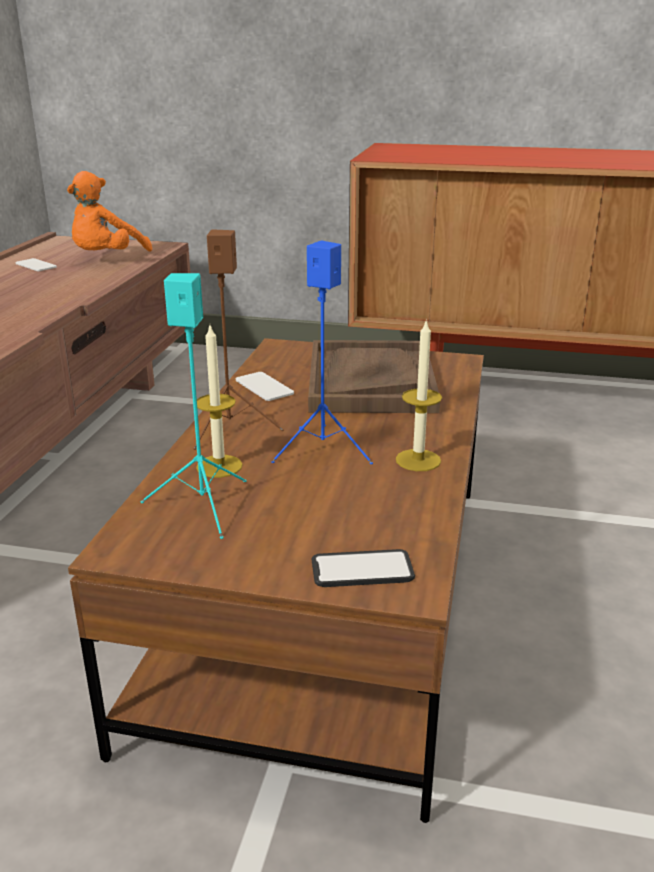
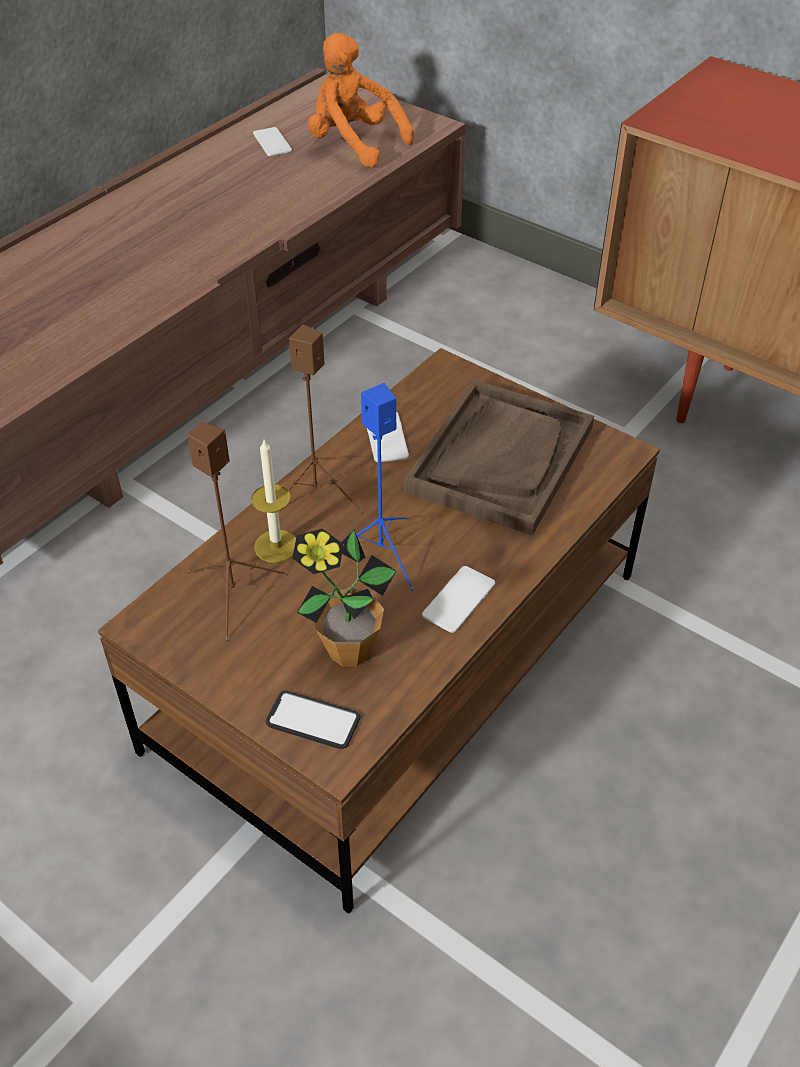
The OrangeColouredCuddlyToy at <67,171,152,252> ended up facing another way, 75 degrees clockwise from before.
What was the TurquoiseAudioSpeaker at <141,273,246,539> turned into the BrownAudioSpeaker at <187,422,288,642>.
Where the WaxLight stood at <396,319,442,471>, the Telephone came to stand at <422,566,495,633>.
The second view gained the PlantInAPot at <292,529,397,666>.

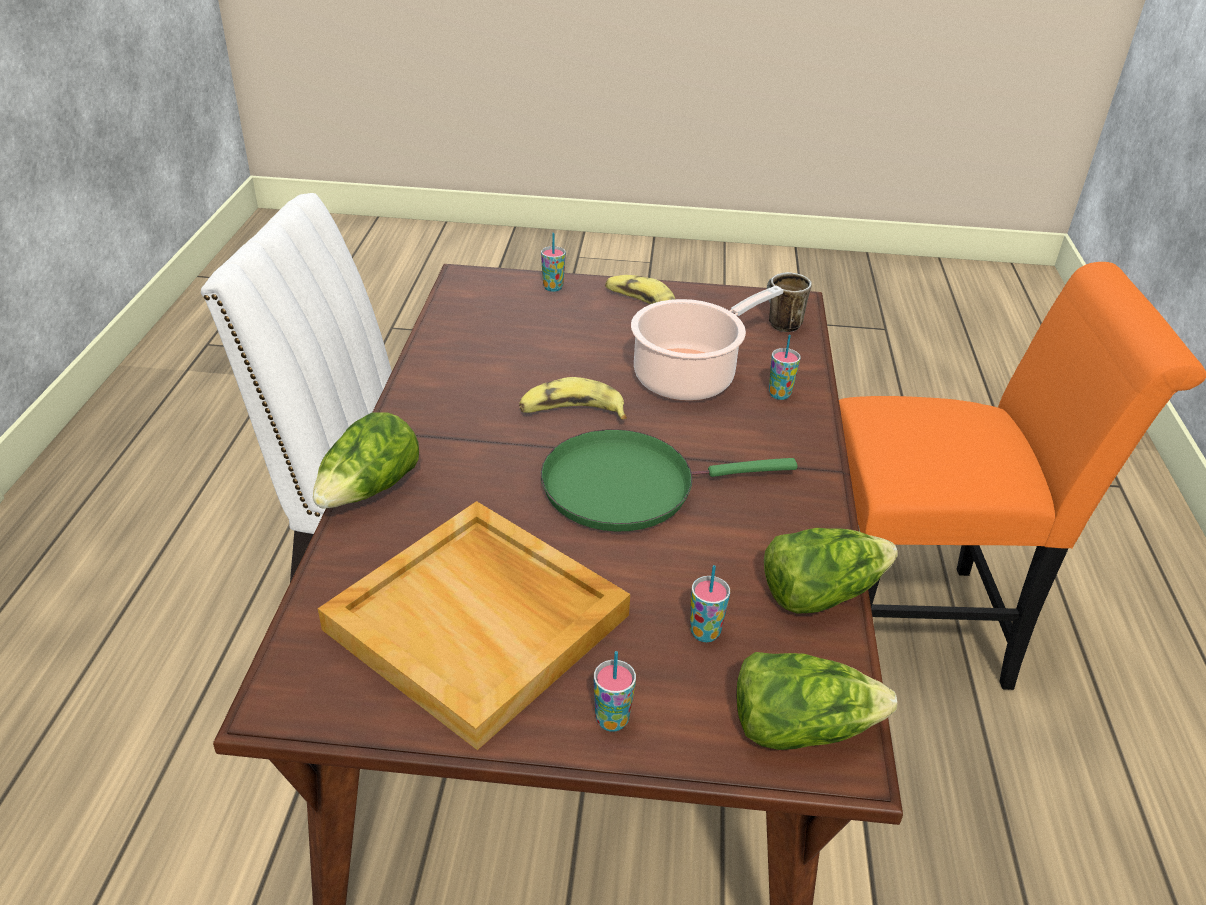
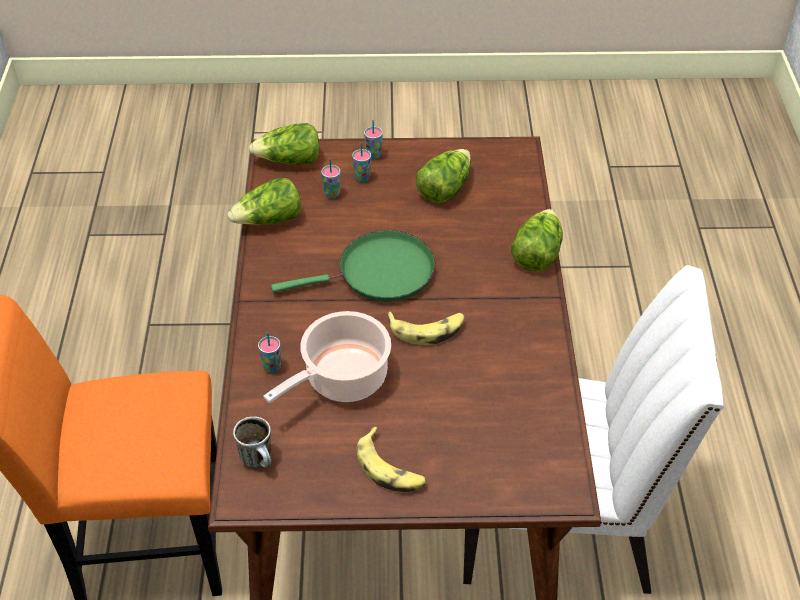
The Cup ended up elsewhere, having gone from <541,233,566,292> to <352,143,371,183>.
Where the BeigeCarryingTray stood at <318,501,630,750>, the Lettuce came to stand at <416,149,471,203>.

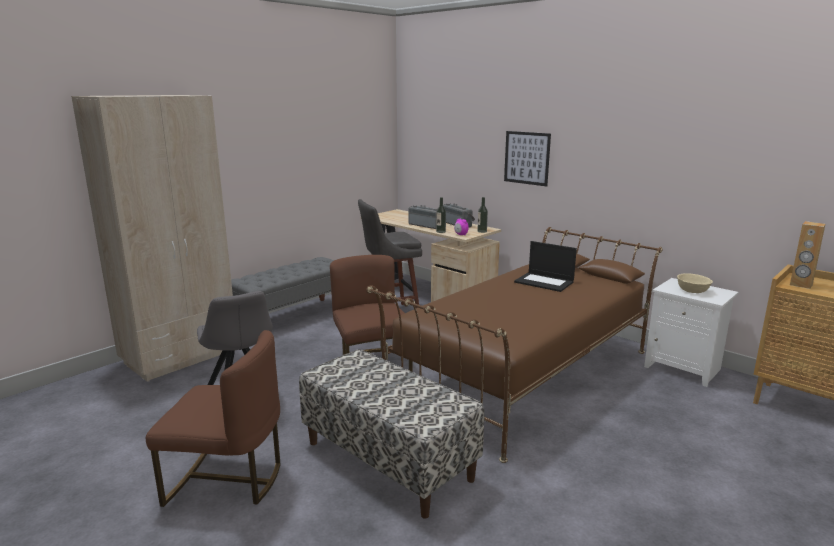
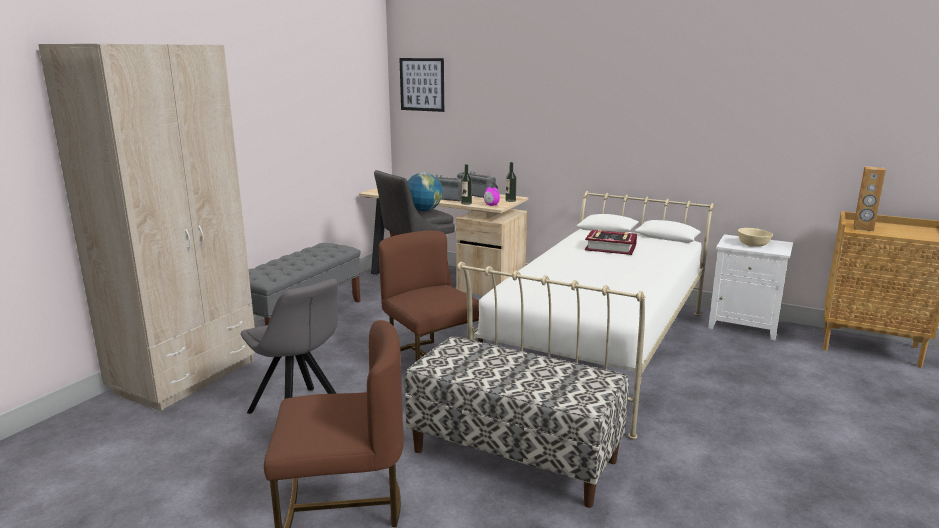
The WallArt ended up elsewhere, having gone from <504,131,551,187> to <399,58,444,112>.
What was the BrownSleepingBed at <366,227,663,463> turned into the WhiteColouredSleepingBed at <457,191,714,440>.
Where the Laptop stood at <514,241,577,292>, the Book came to stand at <585,230,637,255>.
The second view gained the WorldGlobe at <407,173,443,211>.

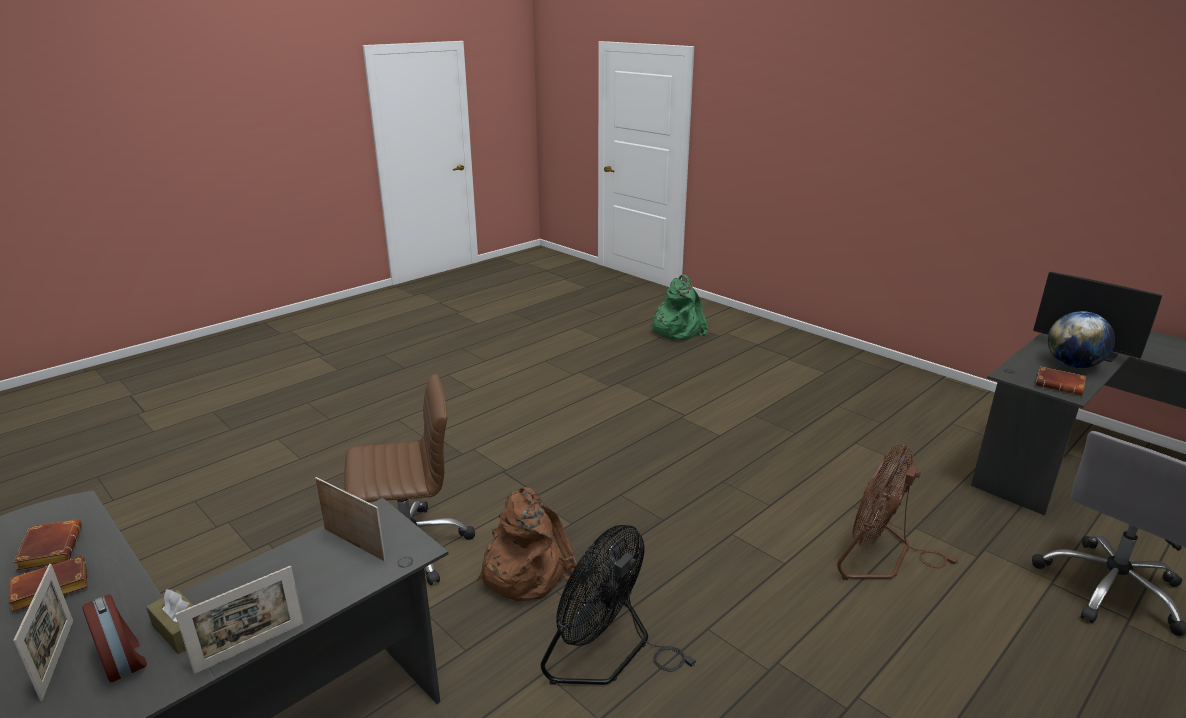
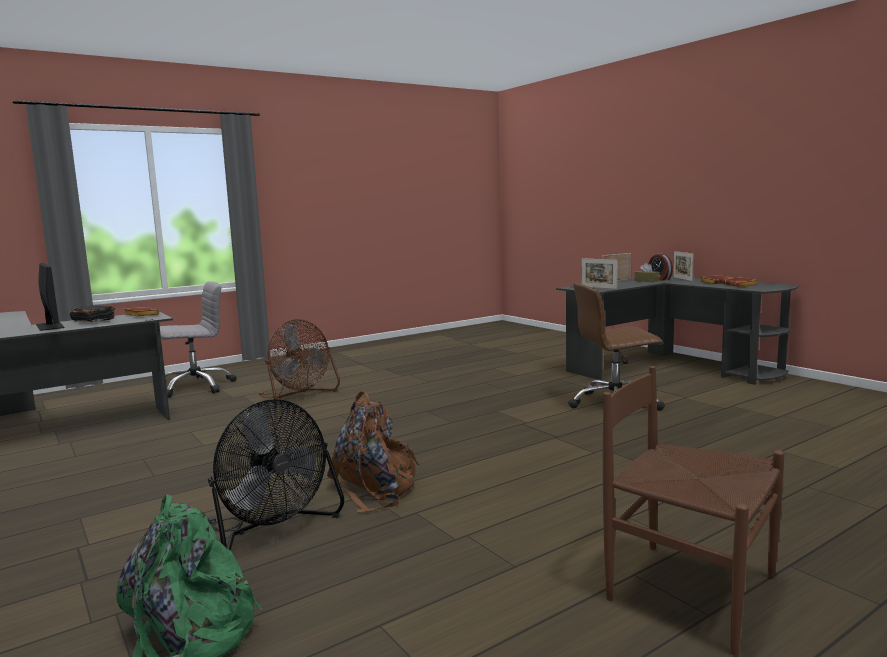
Where the WorldGlobe stood at <1048,311,1115,368>, the BlackColouredBook came to stand at <70,305,115,322>.
The BrownKnapsack ended up elsewhere, having gone from <477,487,577,601> to <327,391,420,513>.
The BlackColouredFan ended up elsewhere, having gone from <541,525,696,685> to <208,400,344,551>.
The second view gained the BrownChair at <603,366,784,655>.

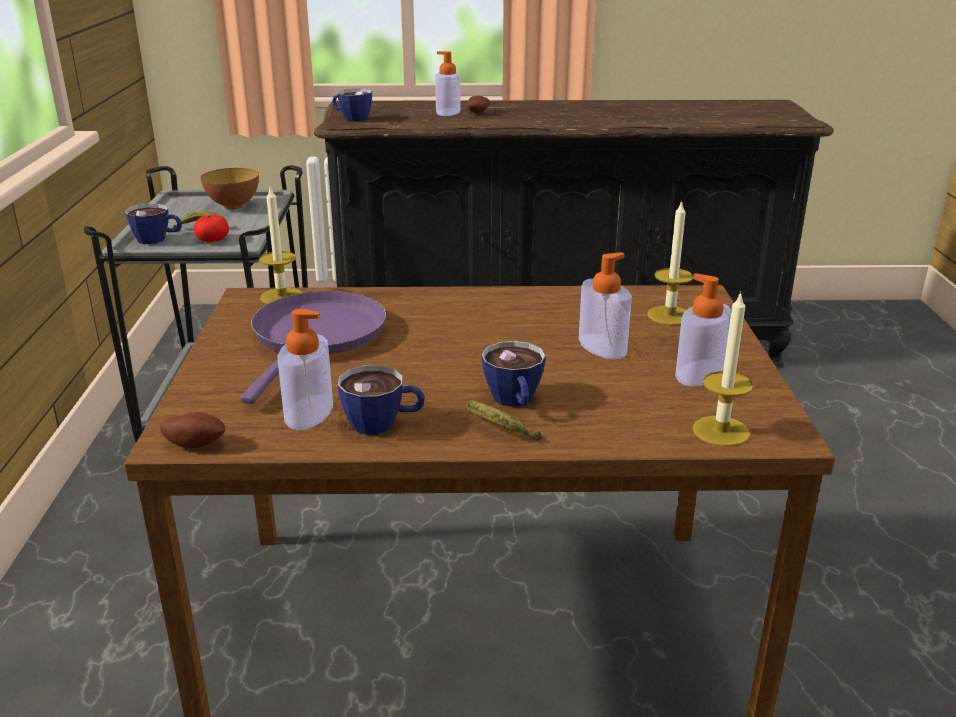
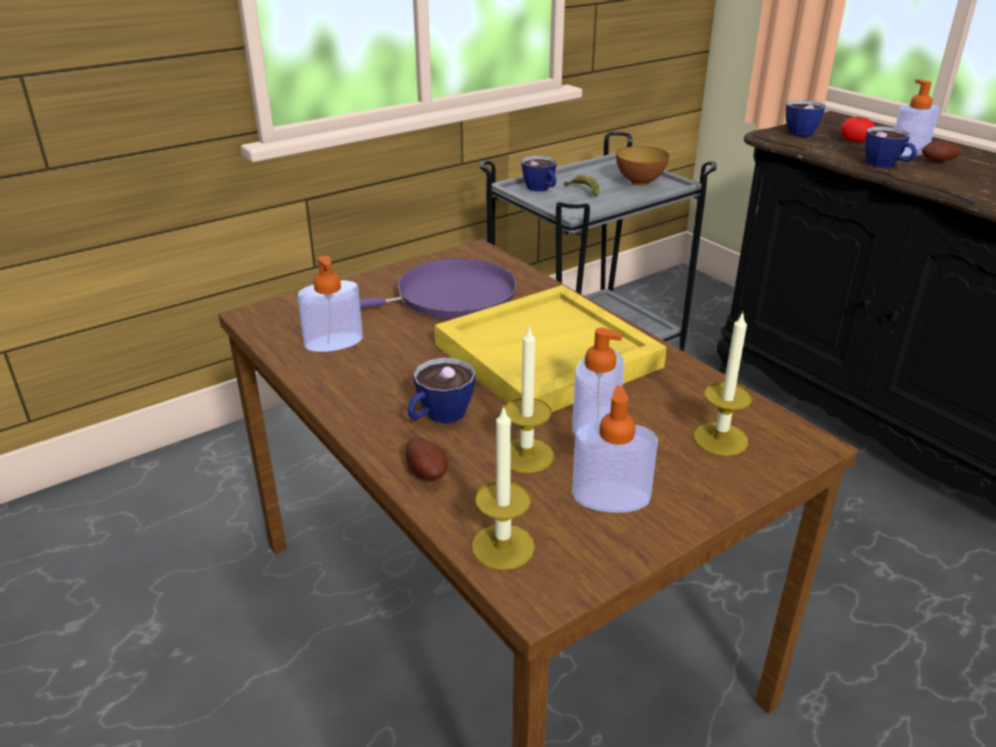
The WaxLight ended up elsewhere, having gone from <259,187,302,304> to <504,325,554,473>.
The FreshTomato ended up elsewhere, having gone from <194,215,229,242> to <841,116,875,142>.
The Cup ended up elsewhere, having gone from <338,365,425,435> to <865,126,917,168>.
The second view lost the Banana at <466,400,541,440>.
The Potato ended up elsewhere, having gone from <160,412,225,448> to <405,437,448,480>.
The second view gained the YellowColouredCarryingTray at <434,285,667,412>.

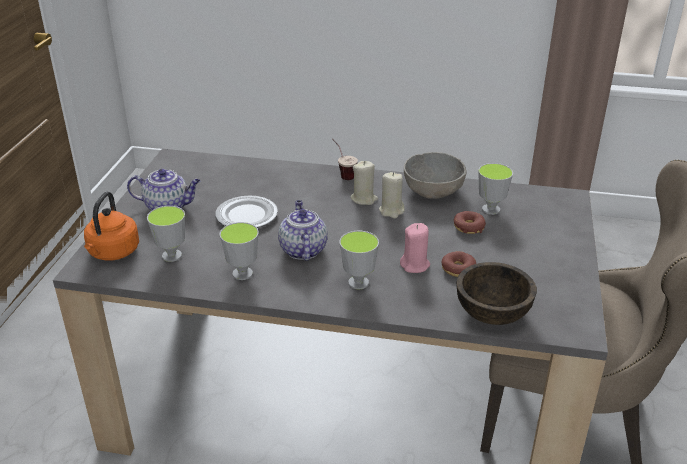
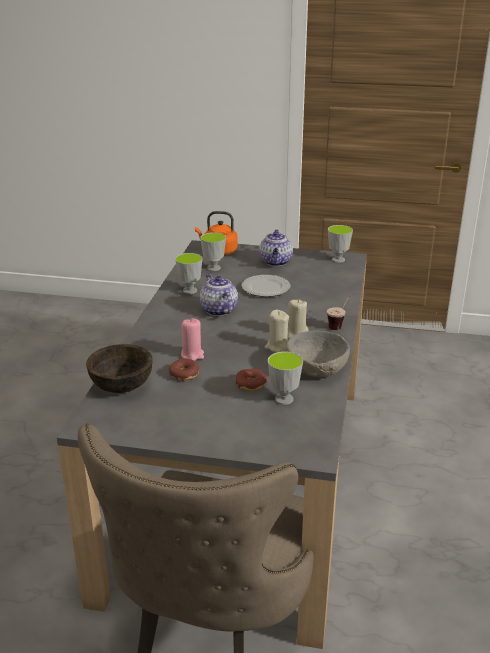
The PotForTea at <278,200,328,261> ended up facing another way, 105 degrees counterclockwise from before.
The Cup ended up elsewhere, having gone from <340,231,379,289> to <328,225,353,263>.

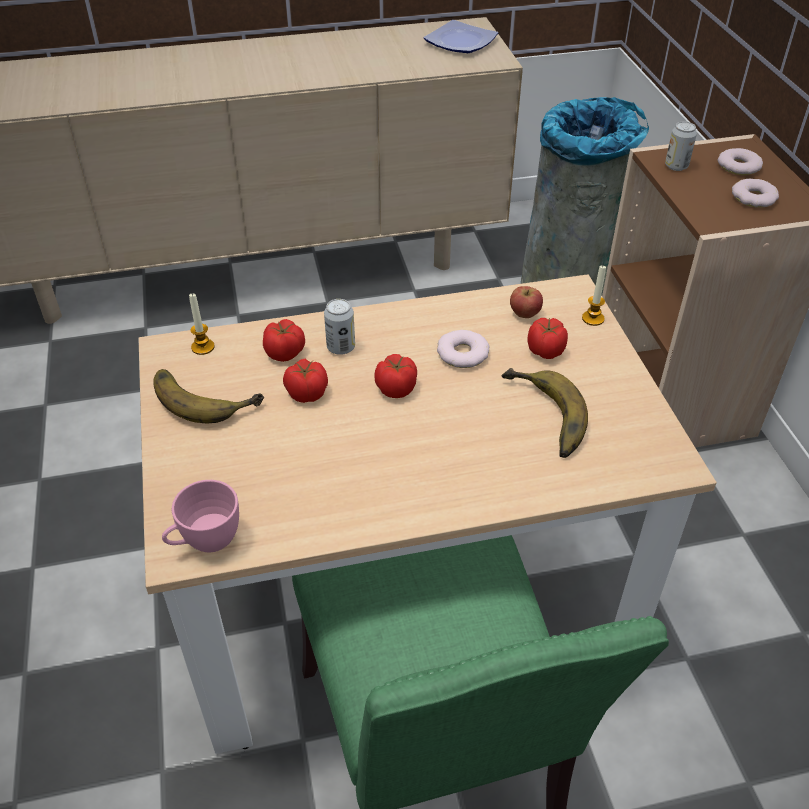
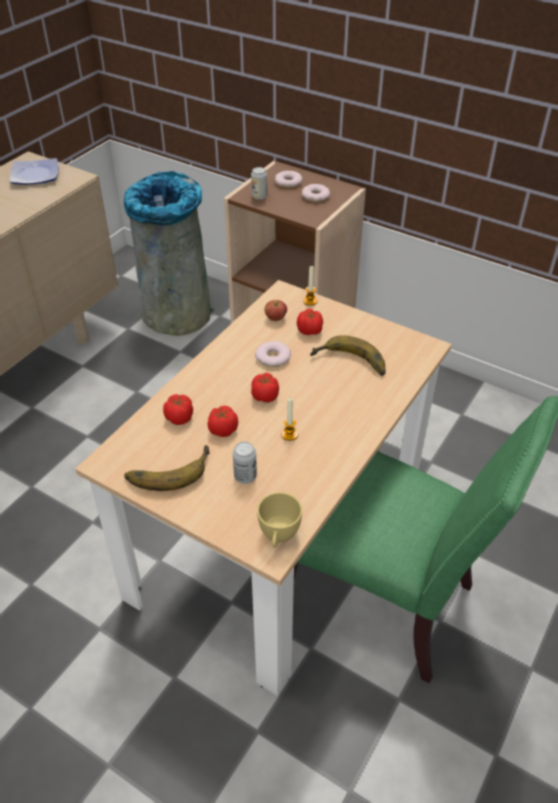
The WaxLight ended up elsewhere, having gone from <189,293,215,355> to <281,398,298,441>.
The SealedCan ended up elsewhere, having gone from <324,299,355,355> to <233,442,257,484>.
What was the PinkColouredCup at <162,480,239,552> turned into the YellowColouredCup at <257,492,302,548>.

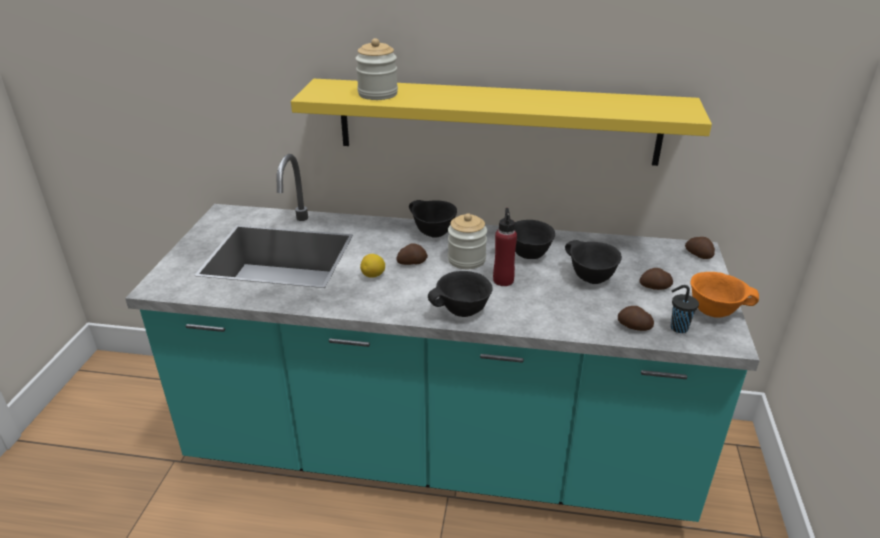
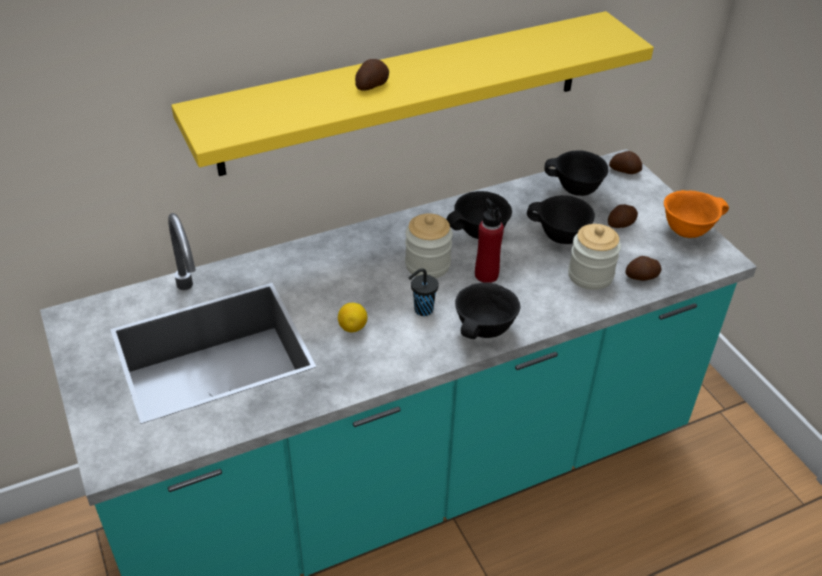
The StorageJar ended up elsewhere, having gone from <355,38,398,100> to <568,224,621,290>.
The BlackColouredServingBowl ended up elsewhere, having gone from <409,200,457,238> to <544,150,608,196>.
The Potato ended up elsewhere, having gone from <397,243,428,265> to <355,59,389,90>.
The BlackColouredCup ended up elsewhere, having gone from <670,285,699,333> to <409,268,439,316>.

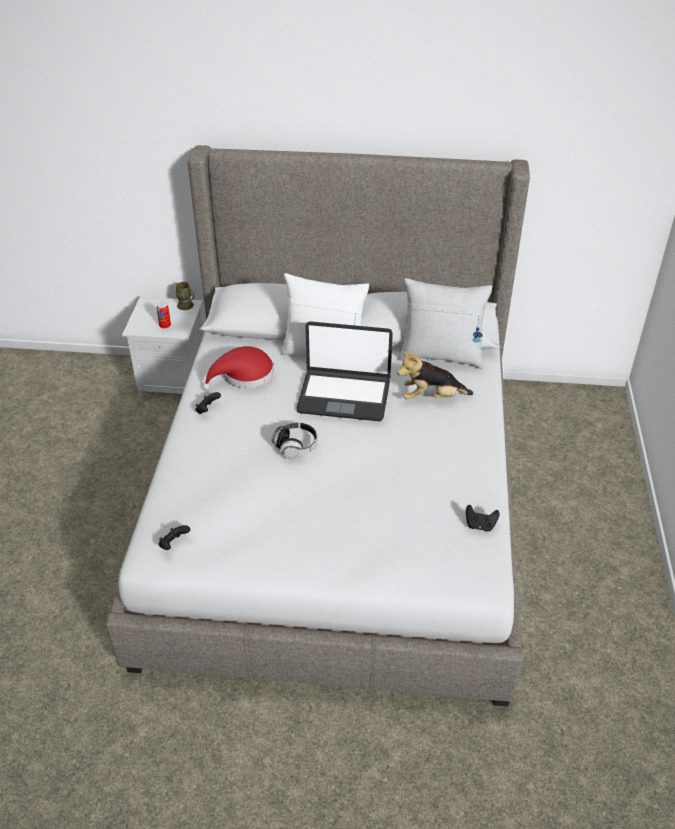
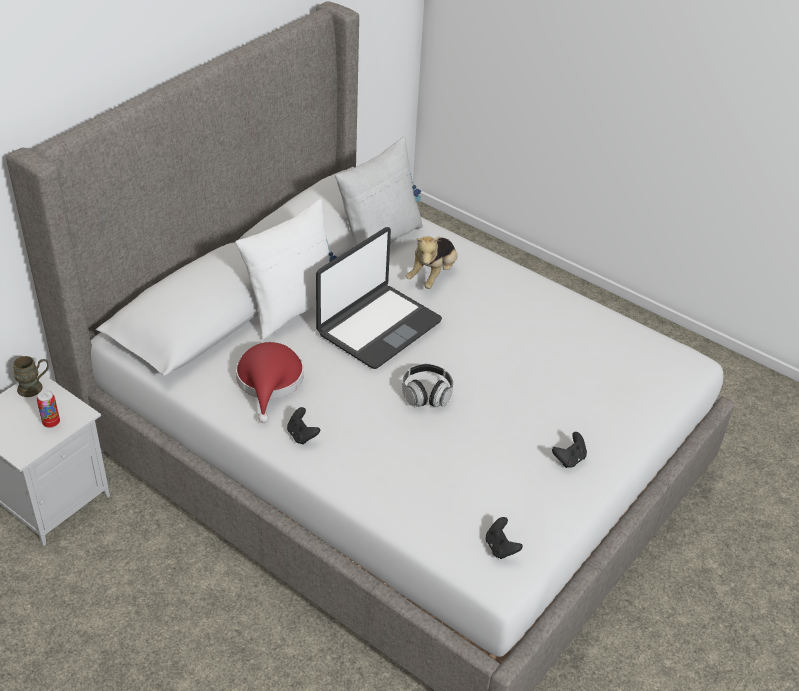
The BlackColouredGamepad ended up elsewhere, having gone from <466,505,500,532> to <552,432,587,468>.

